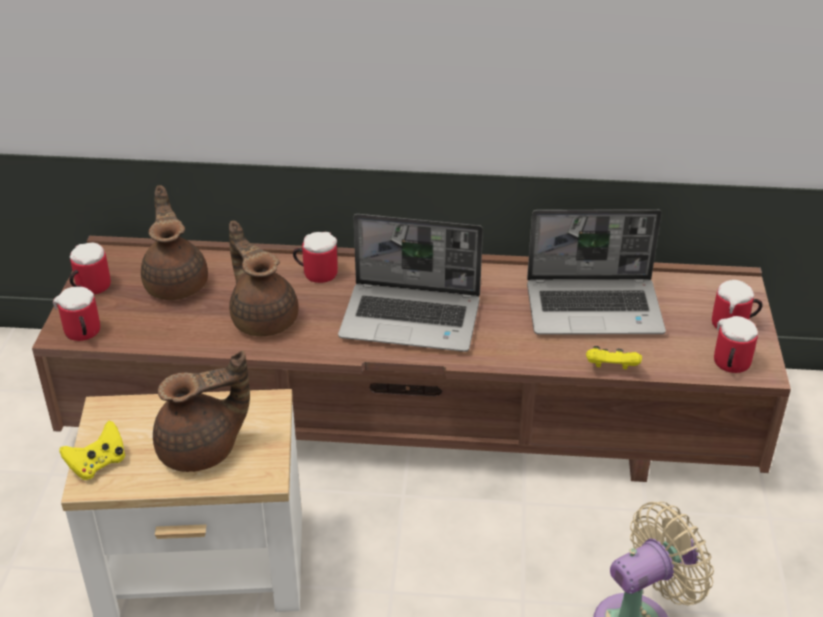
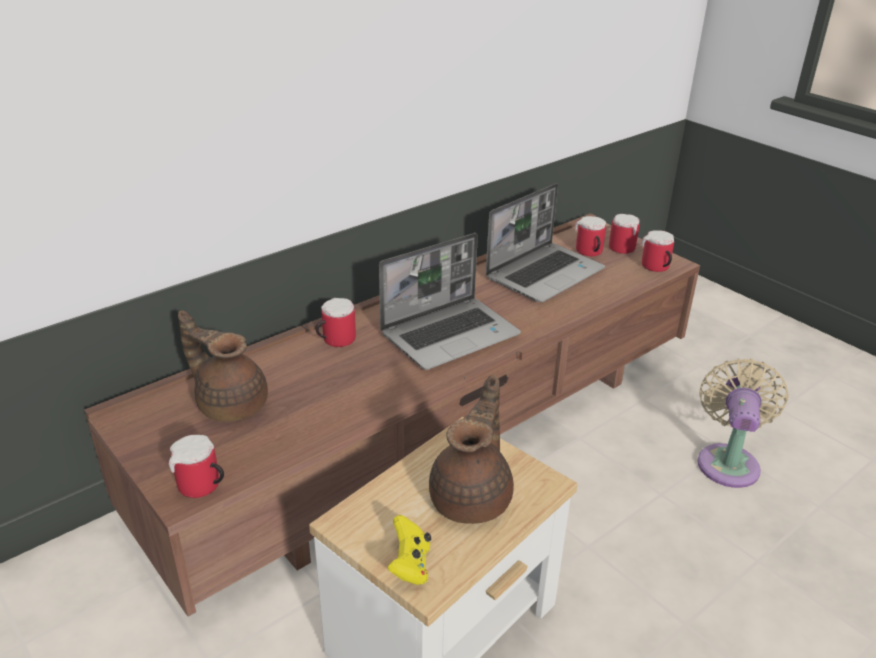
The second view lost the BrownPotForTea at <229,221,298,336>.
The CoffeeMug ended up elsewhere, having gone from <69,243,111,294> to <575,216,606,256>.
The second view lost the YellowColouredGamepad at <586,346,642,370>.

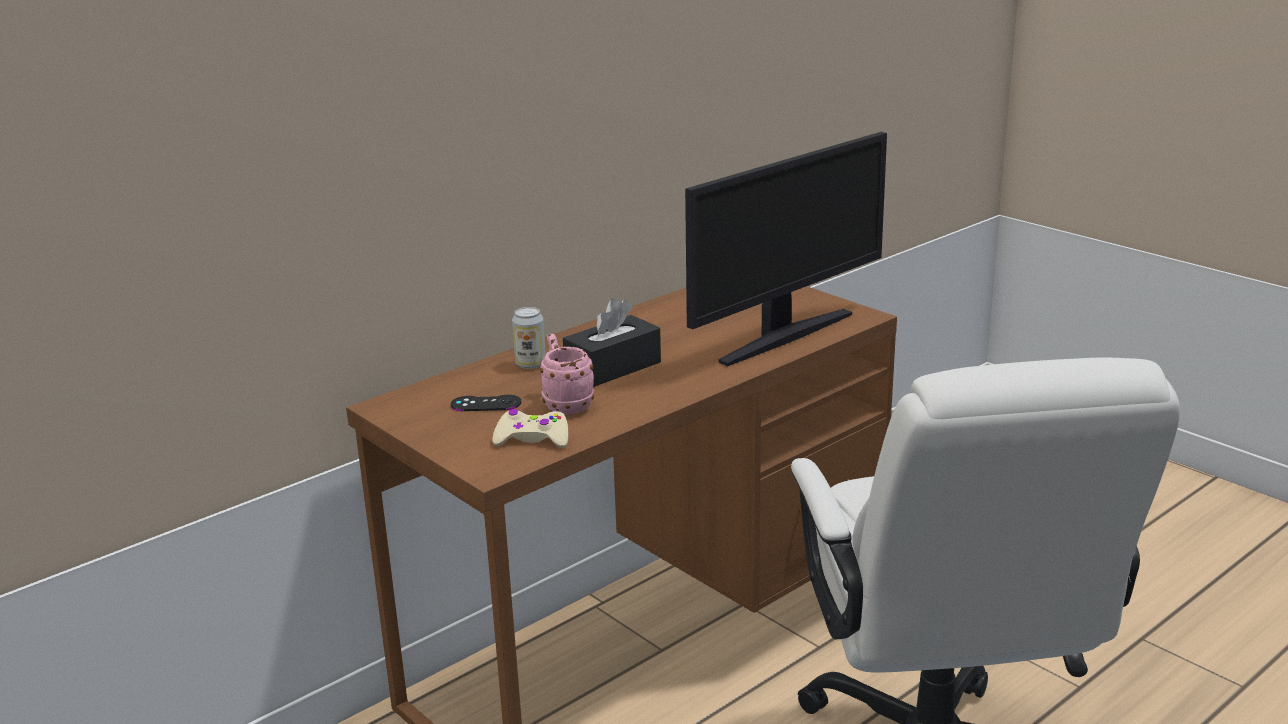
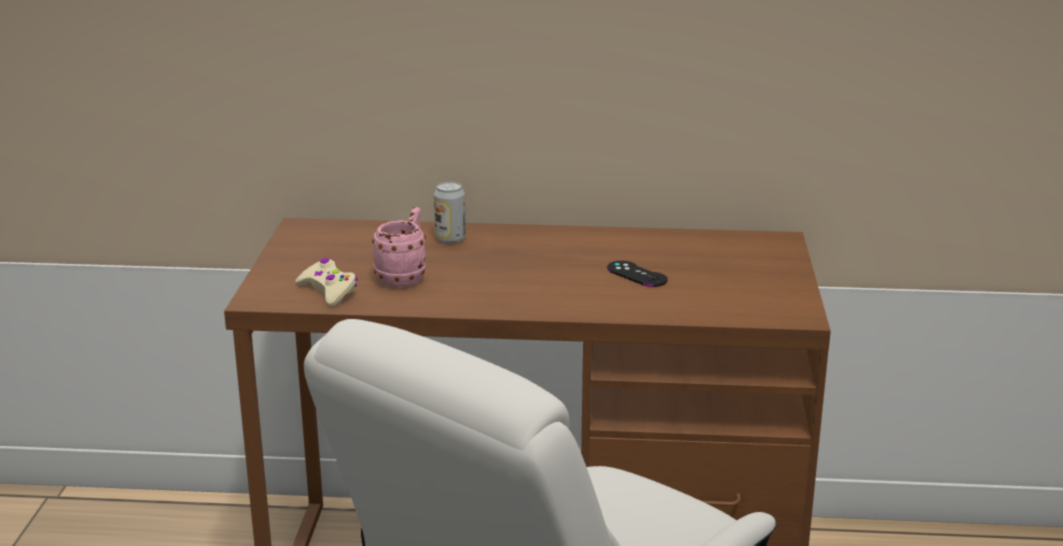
The second view lost the Monitor at <685,132,887,366>.
The second view lost the BlackColouredBoxOfTissues at <563,298,661,387>.
The BlackColouredGamepad ended up elsewhere, having gone from <451,395,521,411> to <607,261,668,287>.

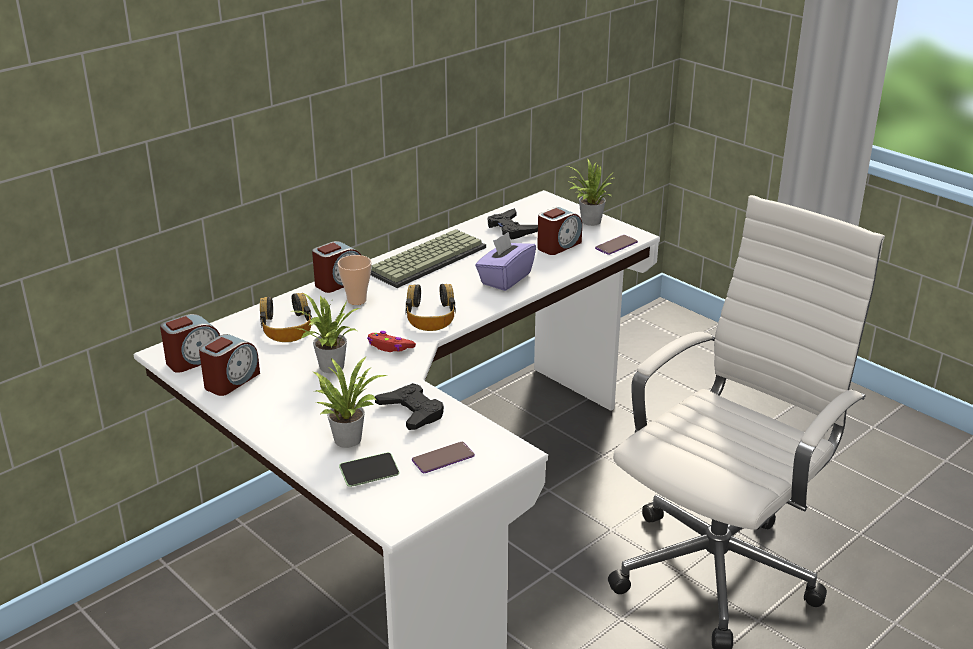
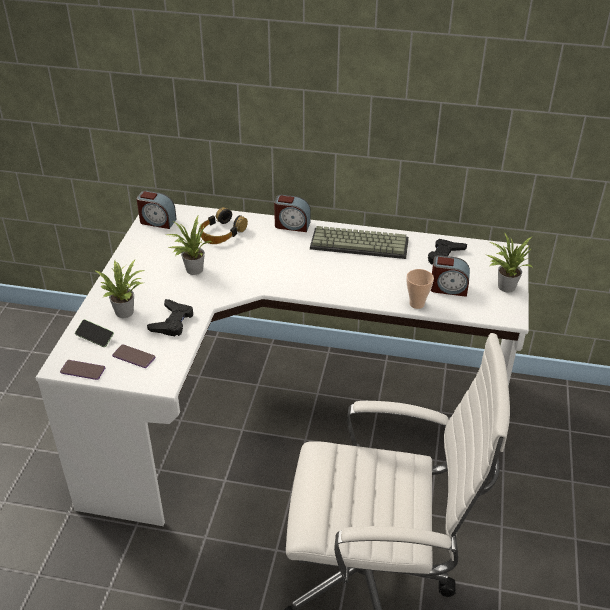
The second view lost the PurpleBoxOfTissues at <475,232,536,291>.
The Telephone ended up elsewhere, having gone from <595,235,638,255> to <60,360,105,380>.
The Cup ended up elsewhere, having gone from <337,255,372,305> to <406,269,434,309>.
The second view lost the PairOfHeadphones at <405,284,456,331>.
The second view lost the ReddishGamepad at <367,331,416,352>.
The second view lost the AlarmClock at <199,334,260,396>.

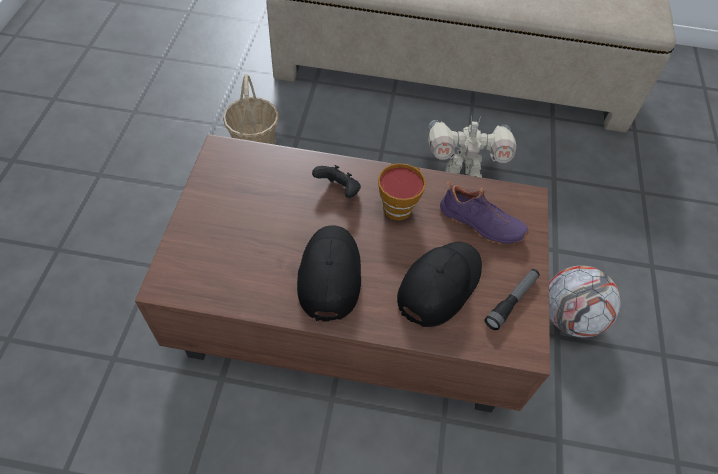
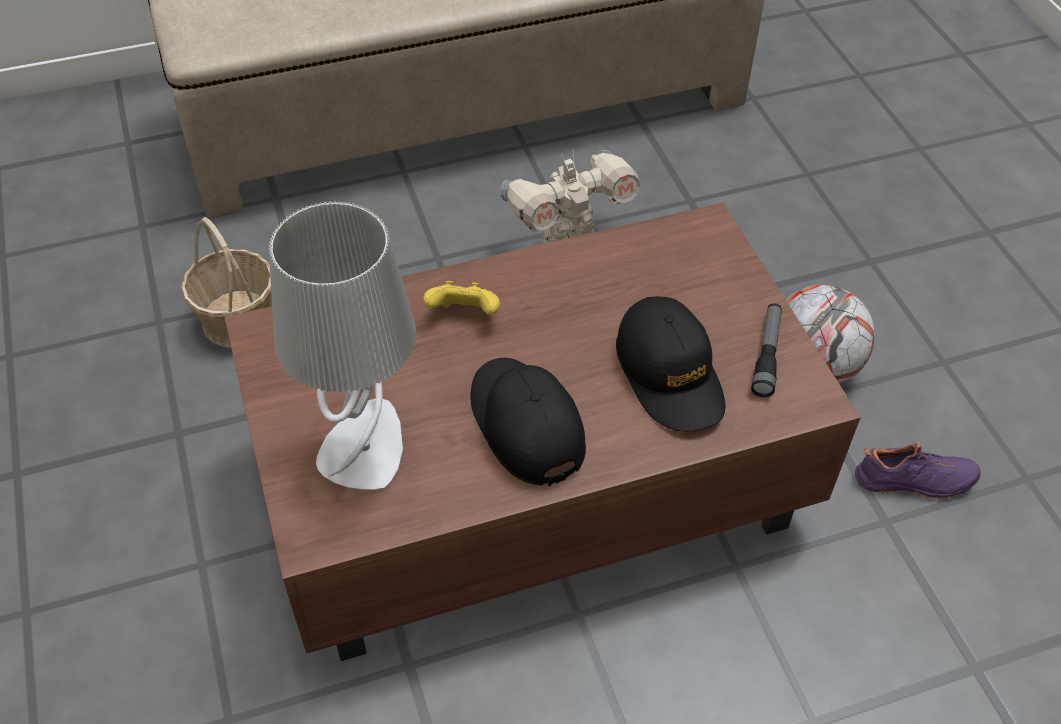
The second view lost the Cup at <378,163,426,220>.
What was the BlackColouredGamepad at <312,165,361,198> turned into the YellowColouredGamepad at <423,281,500,315>.
The PurpleLowShoe ended up elsewhere, having gone from <440,181,529,244> to <855,442,981,499>.
The BlackColouredPeakedCap at <397,242,482,327> ended up facing another way, 150 degrees clockwise from before.
The second view gained the GrayTableLamp at <269,202,416,490>.

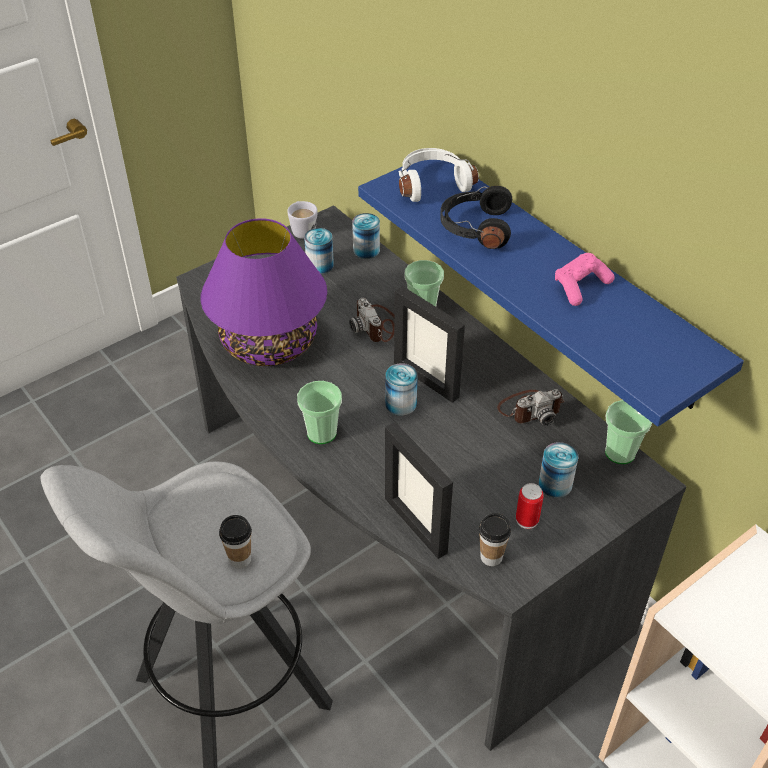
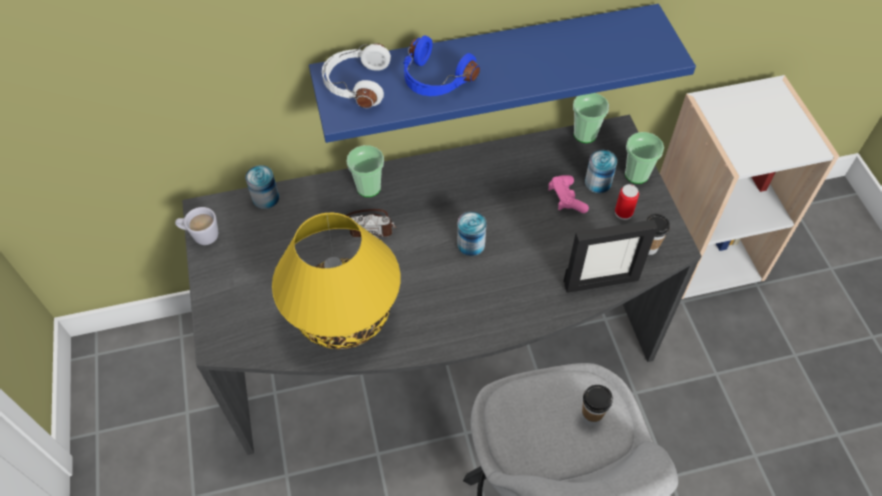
What was the BlackColouredPairOfHeadphones at <440,186,512,249> turned into the BlueColouredPairOfHeadphones at <403,36,480,96>.
What was the PurpleTableLamp at <200,218,327,366> turned into the YellowColouredTableLamp at <272,213,401,349>.
The second view lost the SealedCan at <304,228,334,274>.
The PinkColouredGamepad ended up elsewhere, having gone from <555,253,615,306> to <548,175,589,213>.
The second view lost the StandingFrame at <394,286,465,403>.
The Cup ended up elsewhere, having gone from <297,381,342,444> to <625,132,664,184>.
The second view lost the PhotoCamera at <497,389,564,426>.

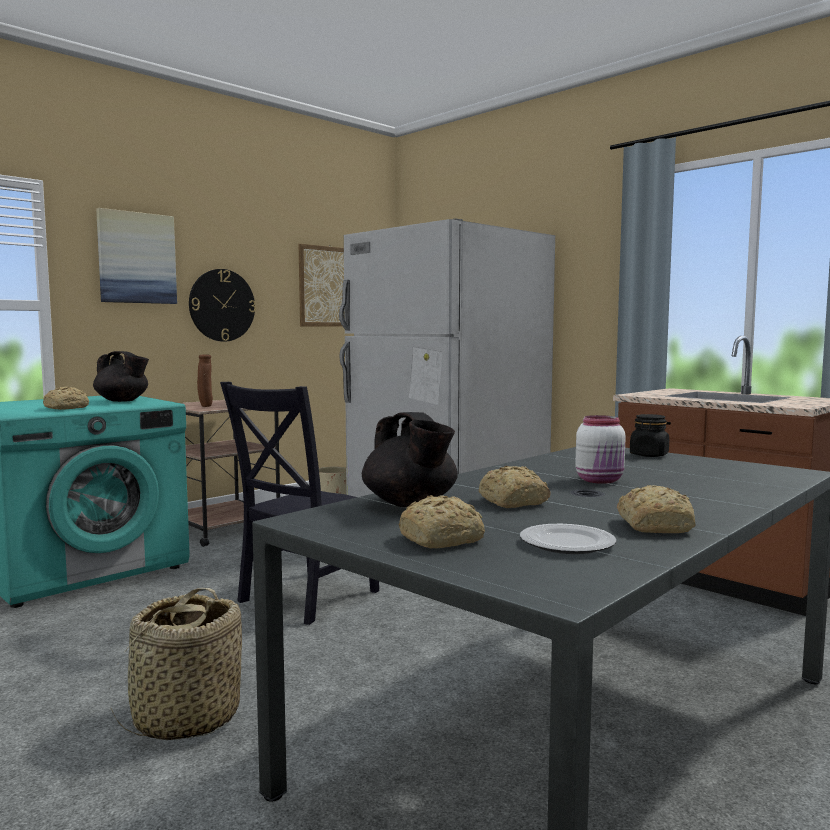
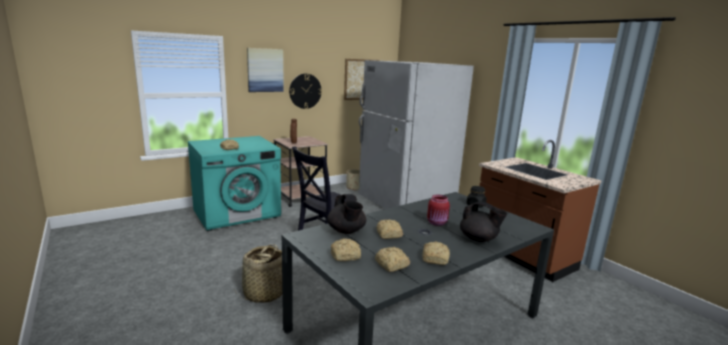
The BlackColouredPotForTea ended up elsewhere, having gone from <93,351,149,402> to <460,201,507,242>.
What was the WhiteColouredStorageJar at <575,415,626,484> turned into the ReddishStorageJar at <427,195,450,226>.
Where the FlatDish stood at <520,524,616,554>, the BakeryBread came to stand at <375,247,410,272>.

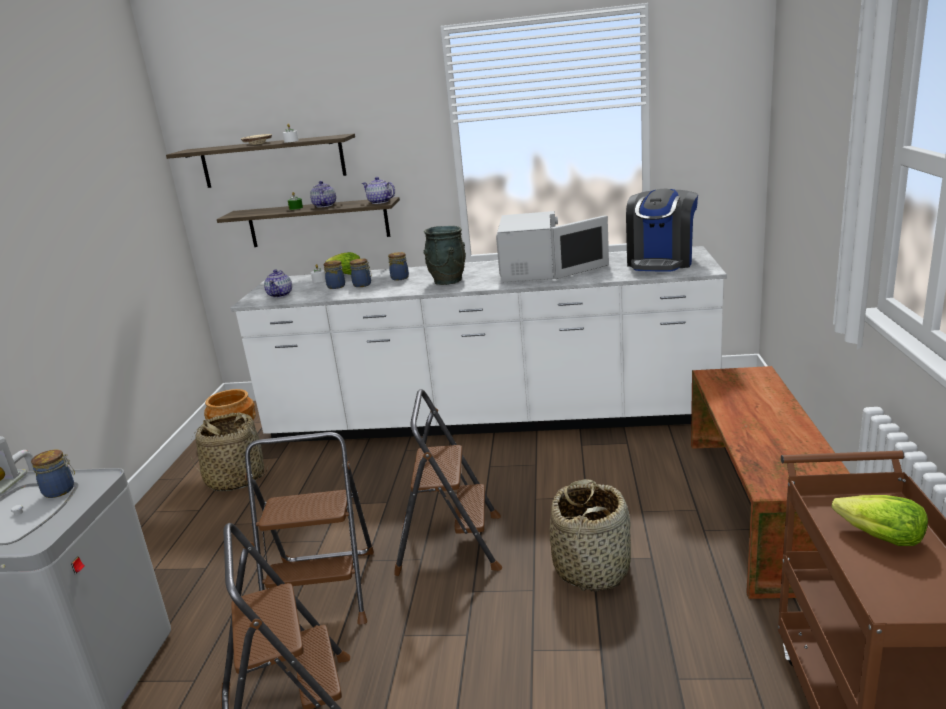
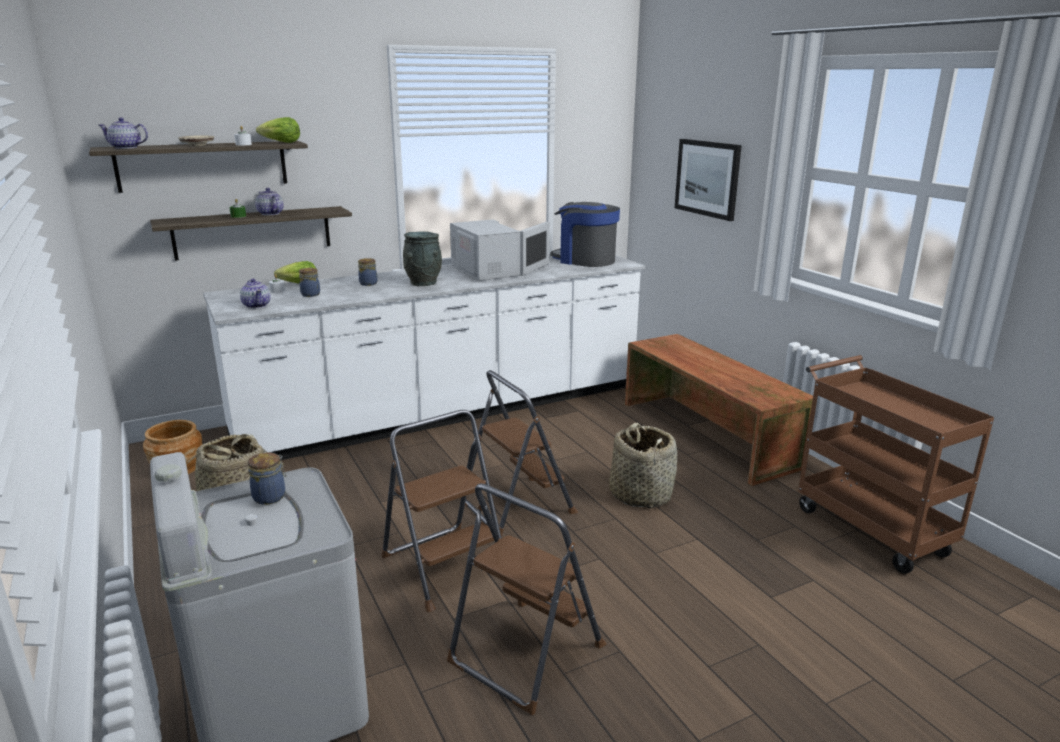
The PotForTea ended up elsewhere, having gone from <362,177,395,204> to <98,118,148,149>.
The CoffeeMaker at <626,189,698,272> ended up facing another way, 135 degrees clockwise from before.
The second view lost the StorageJar at <350,258,372,287>.
The Lettuce ended up elsewhere, having gone from <832,495,928,546> to <256,117,300,143>.
The second view gained the WallArt at <675,139,742,221>.

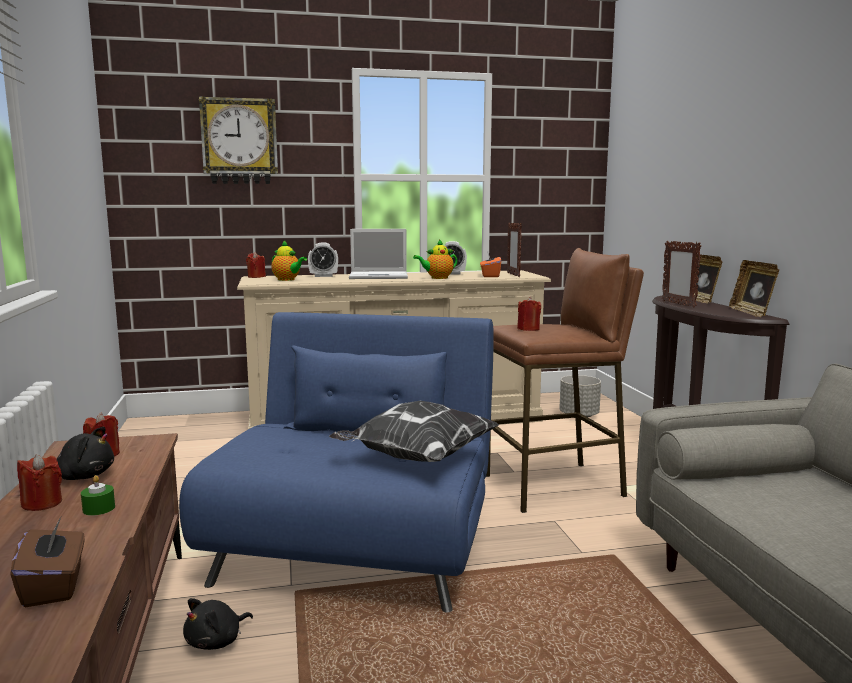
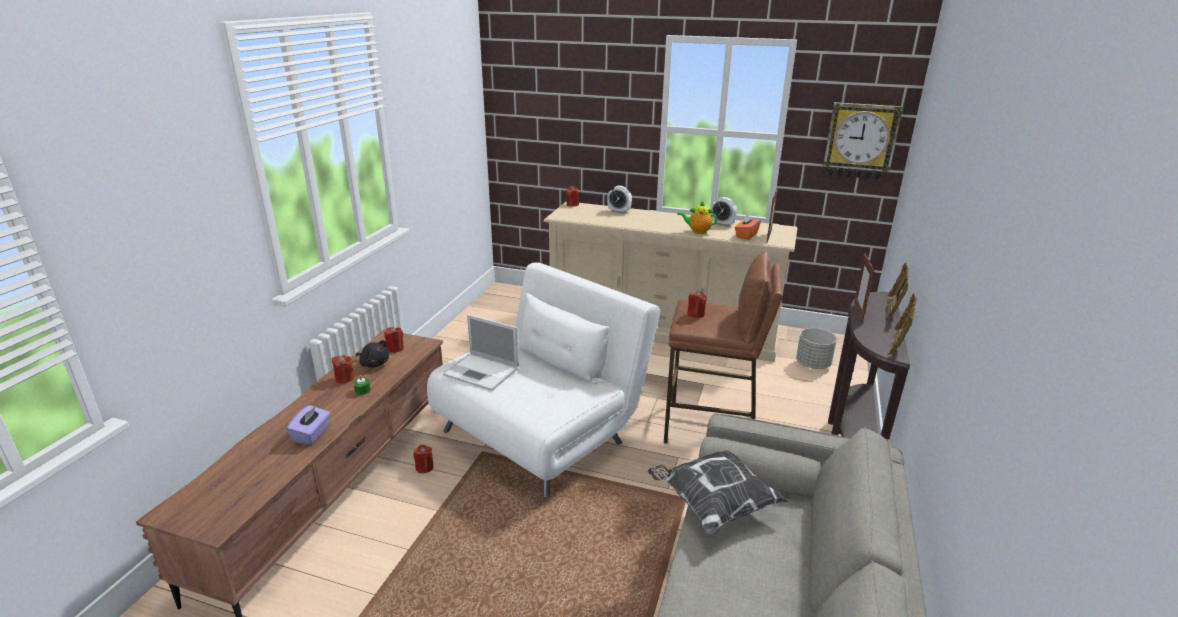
The ClockOnTheWall ended up elsewhere, having gone from <199,96,278,184> to <823,102,903,180>.
The Laptop ended up elsewhere, having gone from <349,229,408,279> to <443,314,519,391>.
The second view lost the PotForTea at <271,241,307,281>.
What was the BlueColouredLoungeChair at <179,312,494,612> turned into the WhiteColouredLoungeChair at <427,263,661,497>.
The ThrowPillow ended up elsewhere, having gone from <329,401,500,462> to <648,450,789,534>.
What was the BrownBoxOfTissues at <10,517,85,607> turned into the PurpleBoxOfTissues at <287,405,331,445>.
Where the BlackColouredCuddlyToy stood at <183,598,253,650>, the ReddishWaxLight came to stand at <413,445,434,473>.

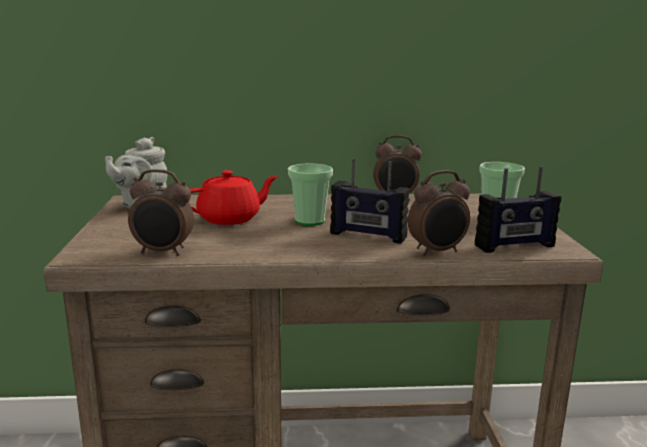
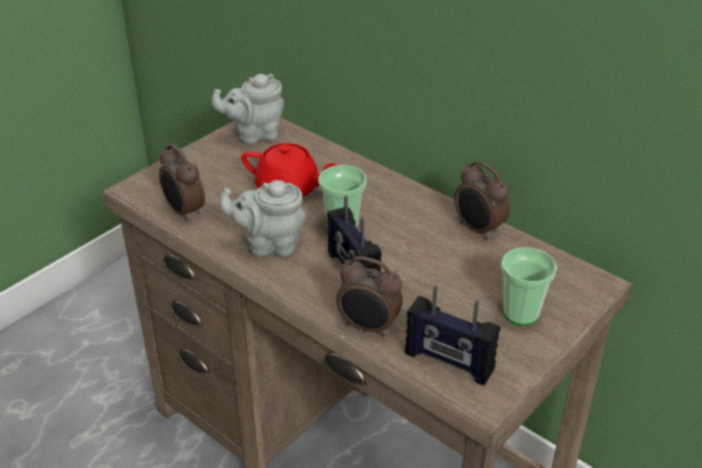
The second view gained the GrayPotForTea at <219,180,306,257>.

